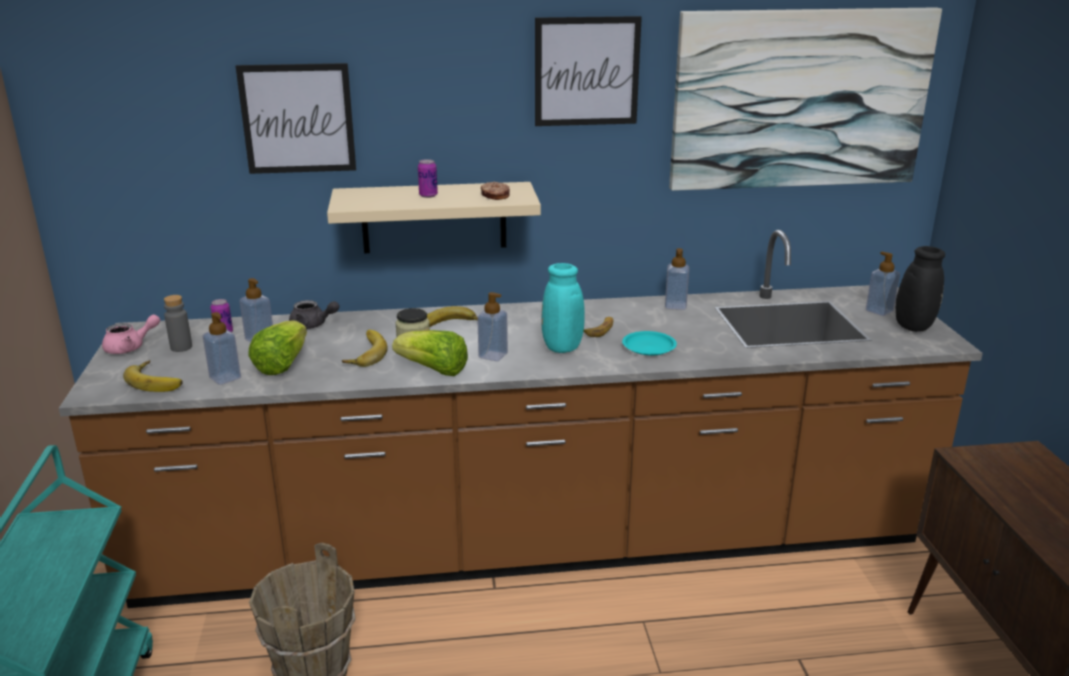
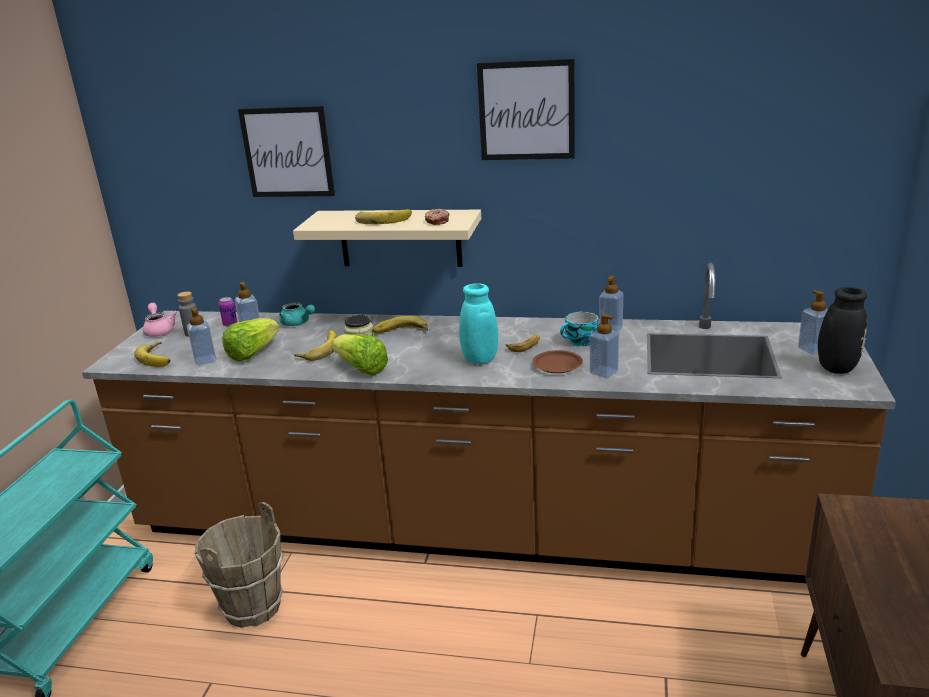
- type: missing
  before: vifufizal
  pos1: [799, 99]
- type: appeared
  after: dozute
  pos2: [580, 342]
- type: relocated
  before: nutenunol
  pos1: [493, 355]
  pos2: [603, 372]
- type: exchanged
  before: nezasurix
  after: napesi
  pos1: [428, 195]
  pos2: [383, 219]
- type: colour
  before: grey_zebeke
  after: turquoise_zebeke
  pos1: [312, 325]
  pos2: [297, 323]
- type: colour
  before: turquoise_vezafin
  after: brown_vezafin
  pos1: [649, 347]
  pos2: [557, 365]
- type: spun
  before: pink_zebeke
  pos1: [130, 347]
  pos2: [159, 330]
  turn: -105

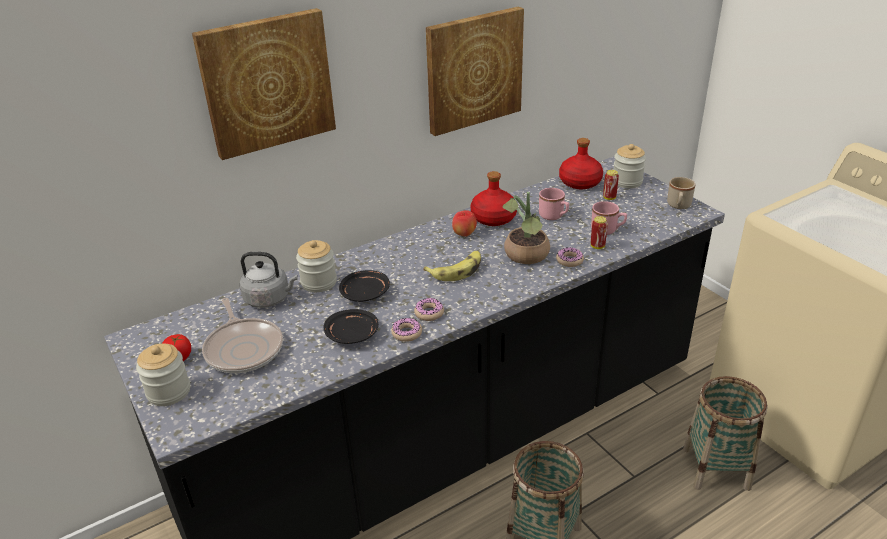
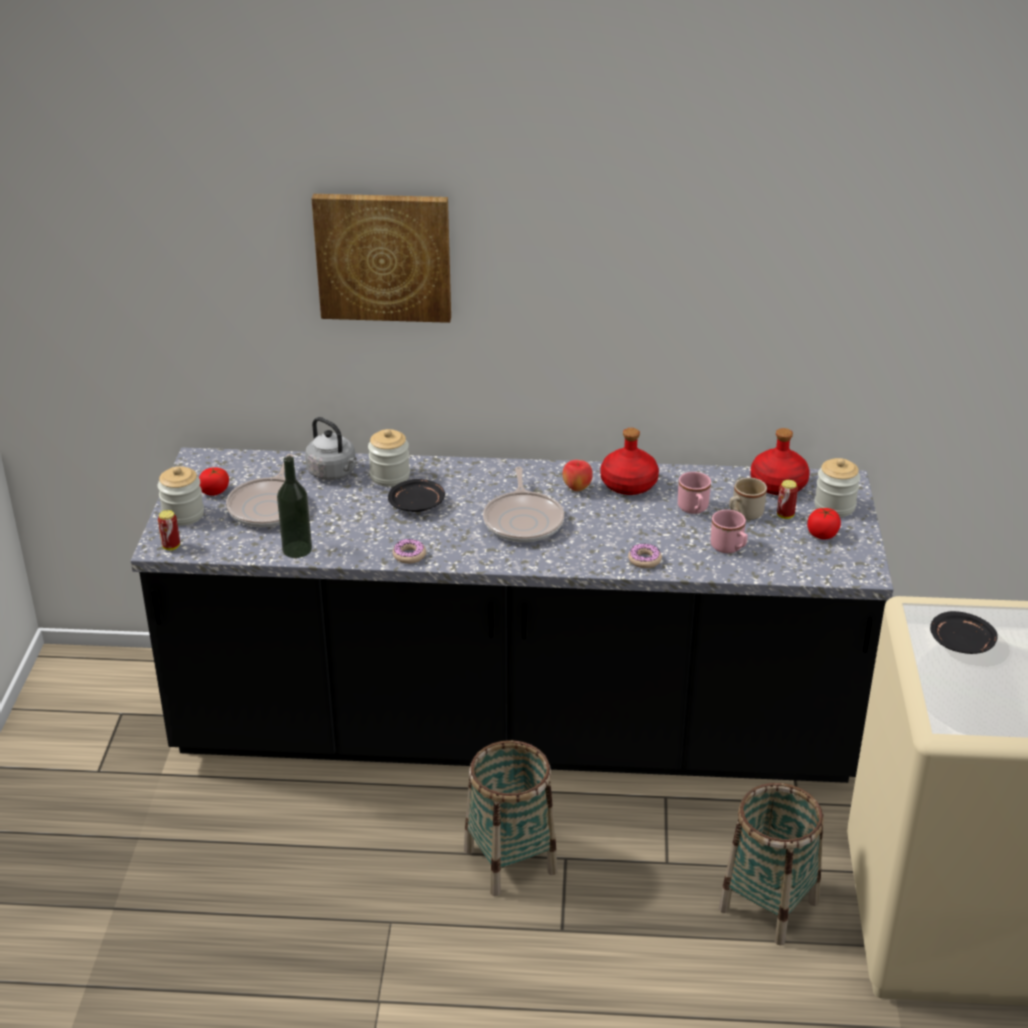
- type: missing
  before: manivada
  pos1: [429, 313]
- type: missing
  before: vifufizal
  pos1: [473, 70]
- type: missing
  before: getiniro
  pos1: [525, 257]
- type: appeared
  after: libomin
  pos2: [297, 549]
- type: appeared
  after: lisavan
  pos2: [822, 534]
- type: relocated
  before: black_vezafin
  pos1: [352, 334]
  pos2: [962, 643]
- type: relocated
  before: nezasurix
  pos1: [597, 246]
  pos2: [171, 546]
- type: relocated
  before: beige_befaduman
  pos1: [678, 206]
  pos2: [744, 514]
- type: exchanged
  before: napesi
  after: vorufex
  pos1: [457, 270]
  pos2: [523, 520]

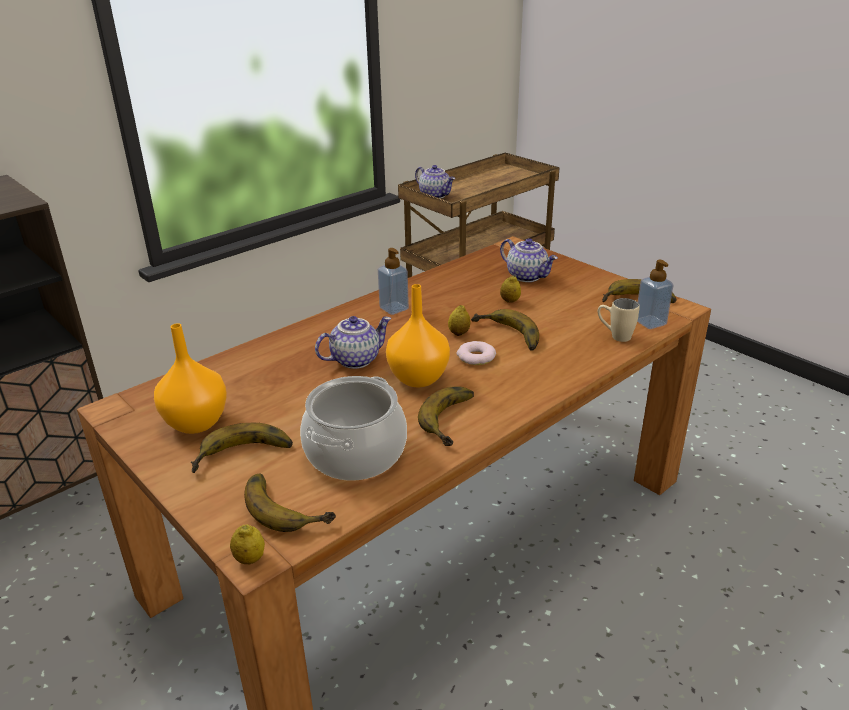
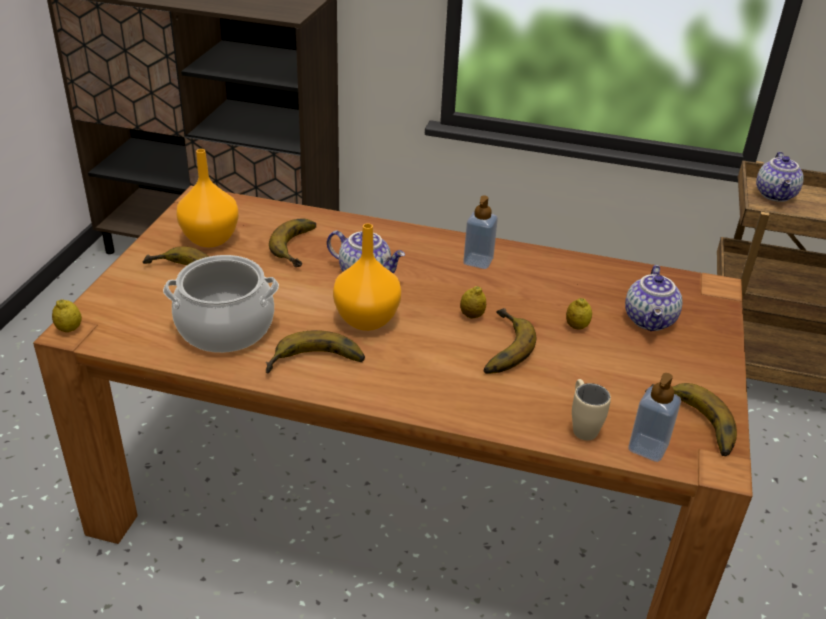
- type: missing
  before: manivada
  pos1: [476, 357]
- type: relocated
  before: napesi
  pos1: [288, 504]
  pos2: [302, 247]

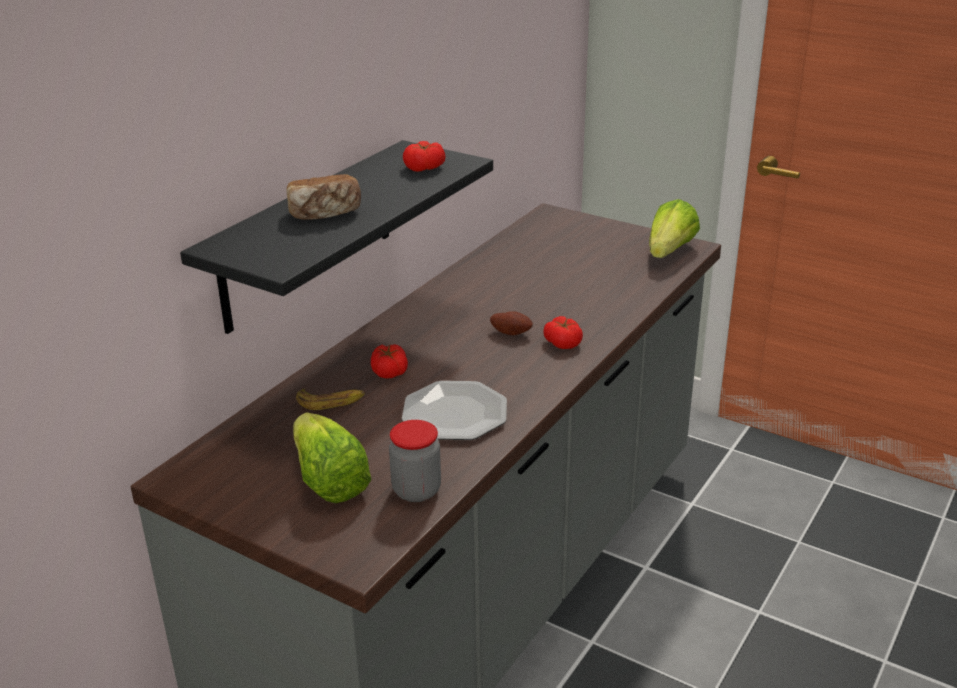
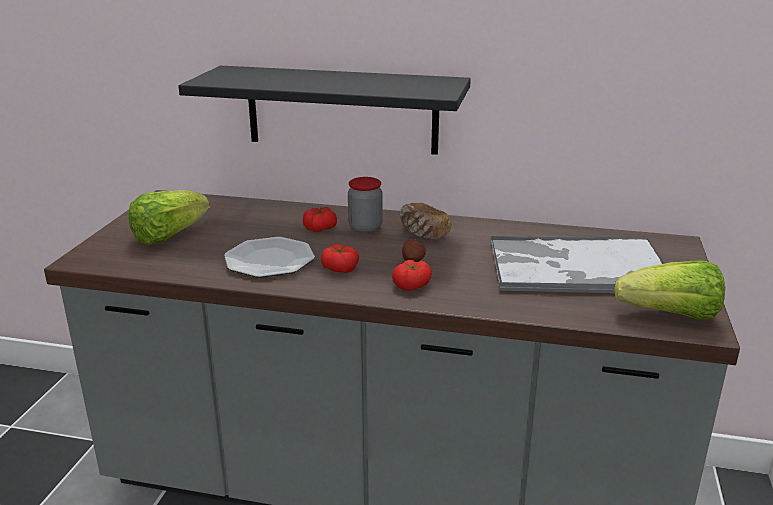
- type: missing
  before: napesi
  pos1: [331, 402]
- type: appeared
  after: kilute
  pos2: [576, 267]
- type: relocated
  before: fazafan
  pos1: [324, 213]
  pos2: [423, 233]
- type: relocated
  before: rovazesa
  pos1: [416, 490]
  pos2: [365, 228]
- type: relocated
  before: lisavan
  pos1: [424, 167]
  pos2: [340, 268]

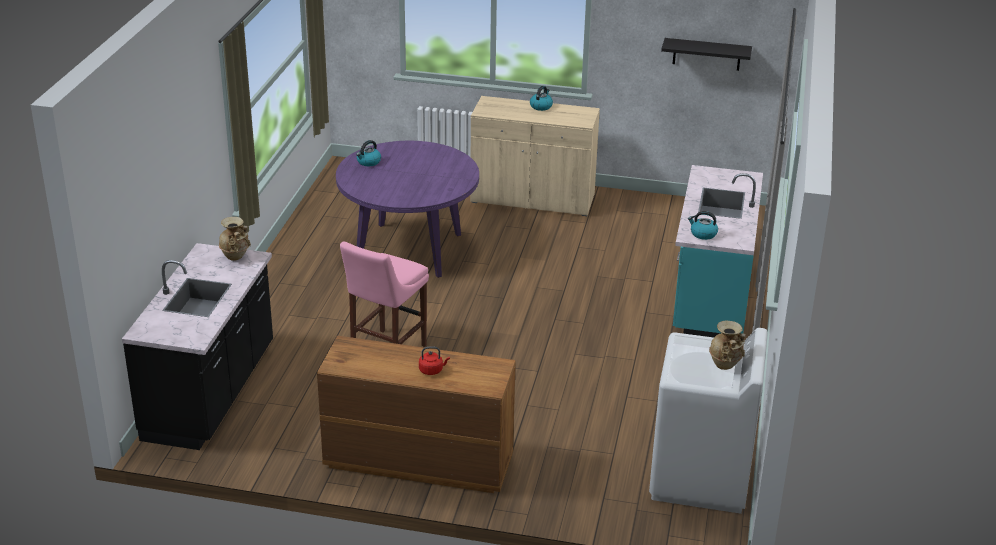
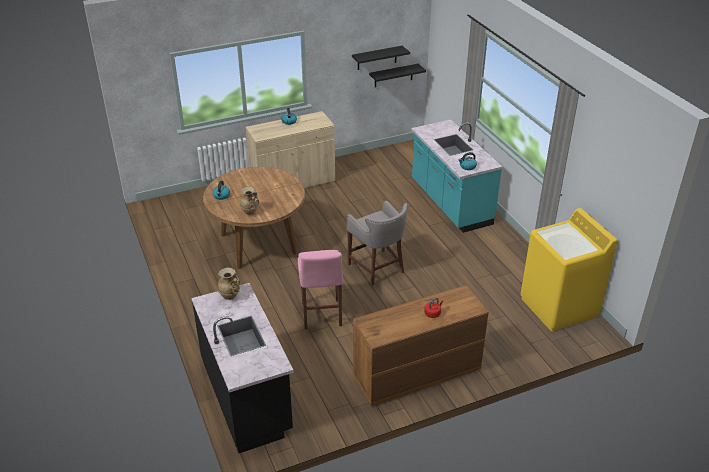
- type: appeared
  after: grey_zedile
  pos2: [377, 268]
- type: appeared
  after: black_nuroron
  pos2: [393, 75]
- type: relocated
  before: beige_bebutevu
  pos1: [726, 365]
  pos2: [250, 211]
- type: colour
  before: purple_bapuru
  after: brown_bapuru
  pos1: [409, 250]
  pos2: [258, 244]
- type: colour
  before: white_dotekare
  after: yellow_dotekare
  pos1: [700, 478]
  pos2: [559, 307]

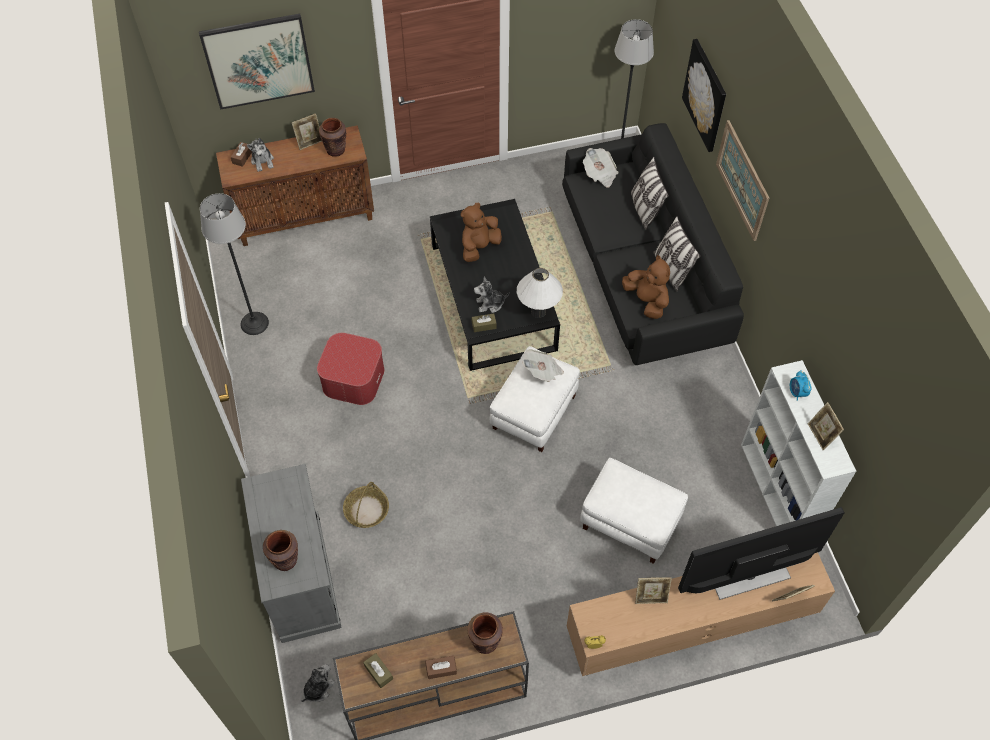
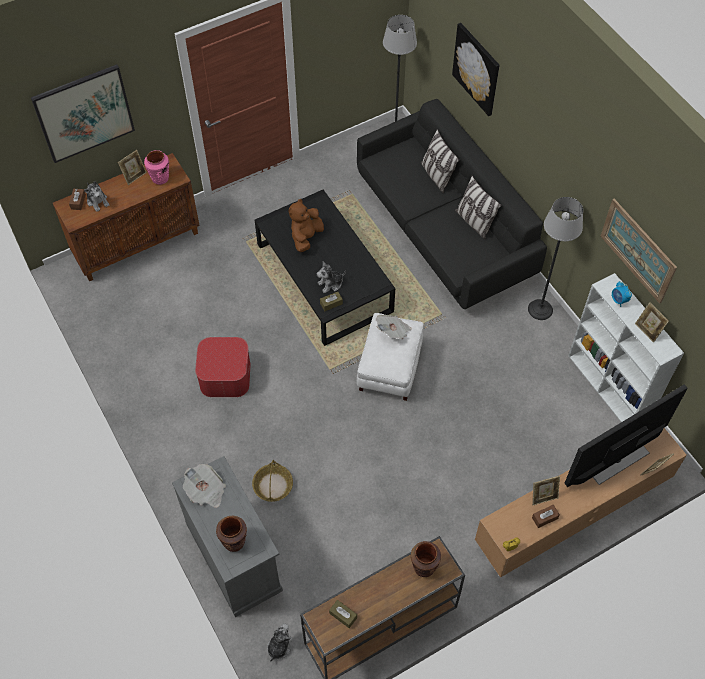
- type: missing
  before: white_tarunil
  pos1: [538, 311]
- type: missing
  before: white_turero
  pos1: [631, 521]
- type: missing
  before: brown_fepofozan
  pos1: [646, 300]
- type: relocated
  before: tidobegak
  pos1: [254, 323]
  pos2: [540, 309]
- type: relocated
  before: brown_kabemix
  pos1: [441, 669]
  pos2: [544, 518]
- type: relocated
  before: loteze
  pos1: [600, 174]
  pos2: [206, 491]
- type: relocated
  before: vifufizal
  pos1: [742, 180]
  pos2: [638, 250]
- type: colour
  before: brown_bebutevu
  after: pink_bebutevu
  pos1: [335, 150]
  pos2: [160, 178]

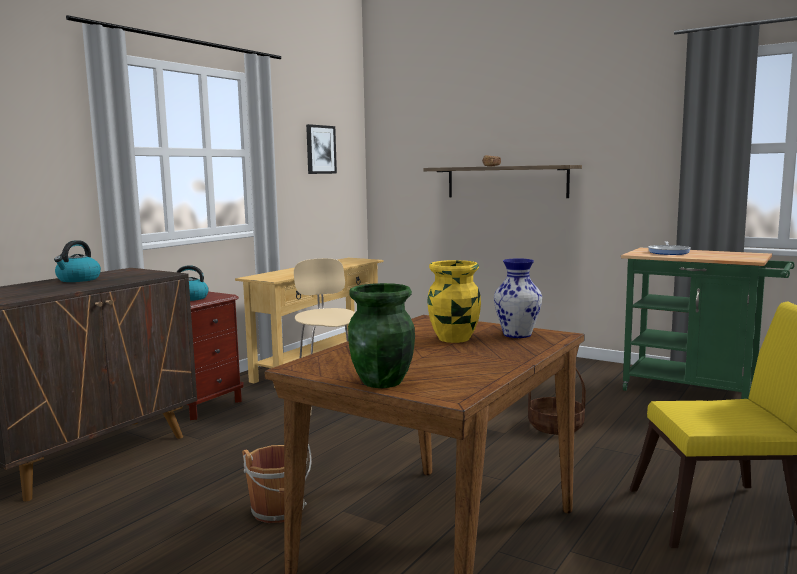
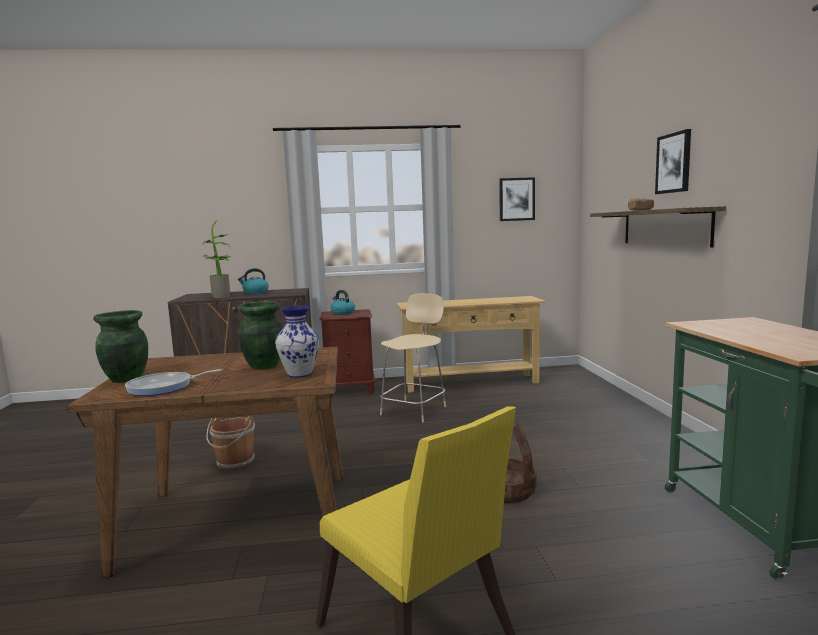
- type: appeared
  after: getiniro
  pos2: [222, 297]
- type: appeared
  after: vifufizal
  pos2: [674, 163]
- type: relocated
  before: vorufex
  pos1: [669, 252]
  pos2: [164, 387]
- type: colour
  before: yellow_bebutevu
  after: green_bebutevu
  pos1: [454, 339]
  pos2: [263, 366]

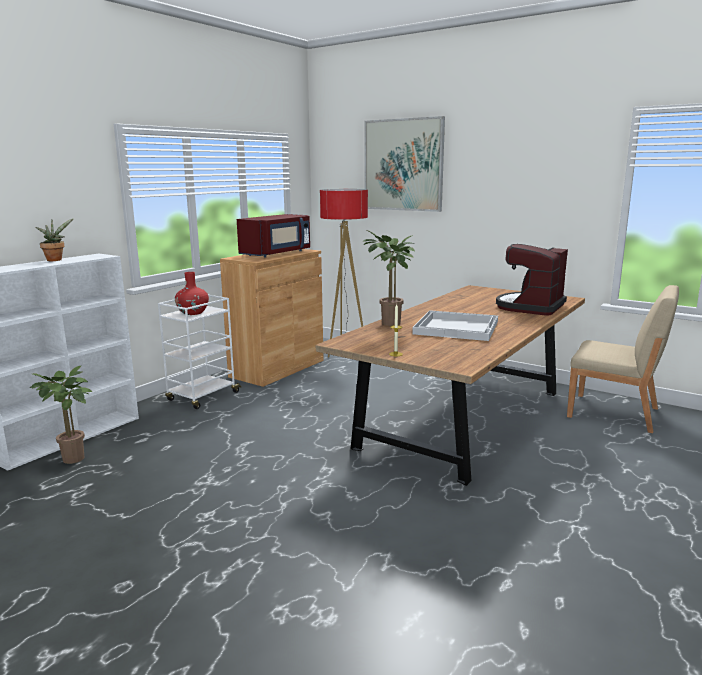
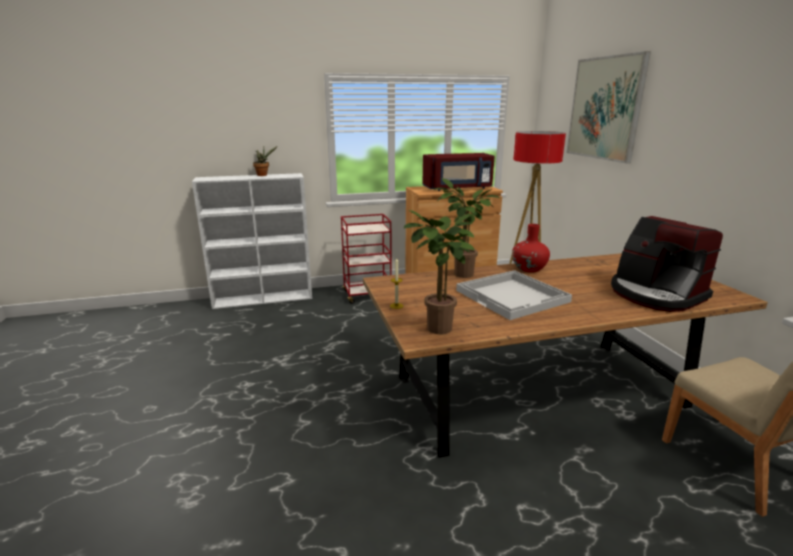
- type: relocated
  before: getiniro
  pos1: [74, 460]
  pos2: [439, 330]
- type: relocated
  before: red_bebutevu
  pos1: [193, 313]
  pos2: [529, 269]
- type: colour
  before: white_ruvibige
  after: red_ruvibige
  pos1: [202, 397]
  pos2: [368, 295]
- type: spun
  before: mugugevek
  pos1: [530, 307]
  pos2: [655, 294]
  turn: -105

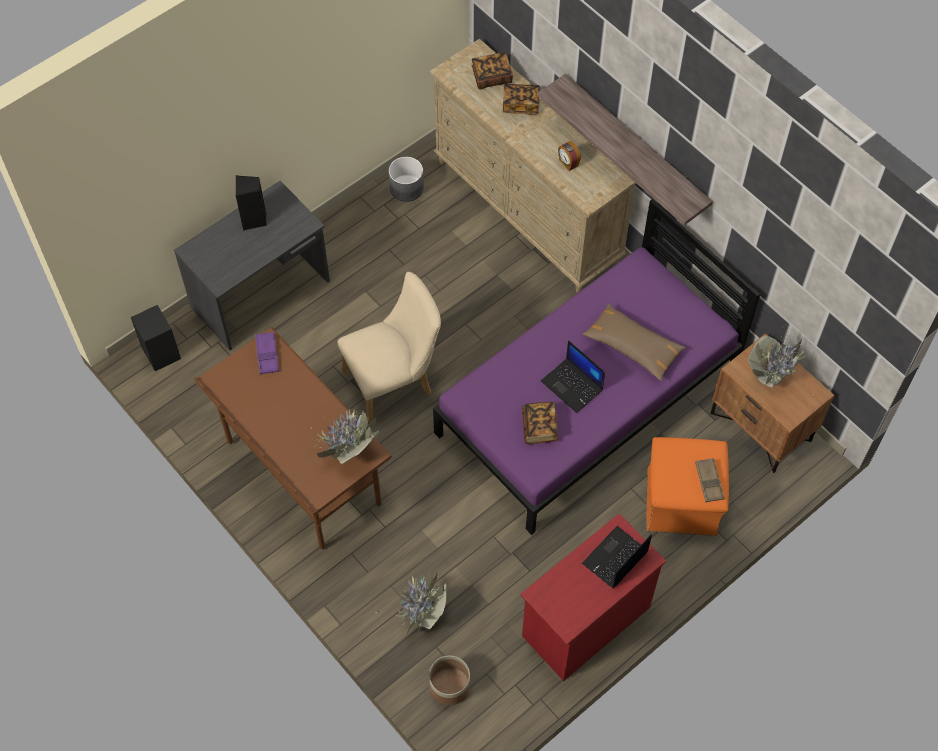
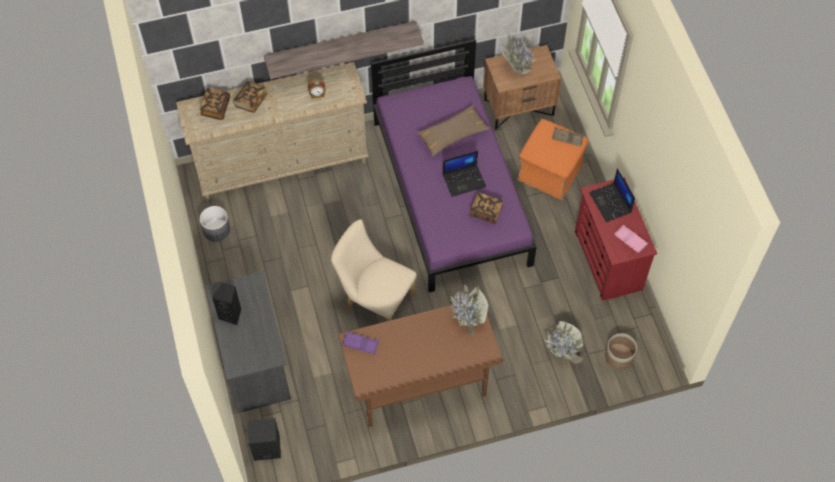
- type: appeared
  after: pink_kilute
  pos2: [630, 240]
- type: spun
  before: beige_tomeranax
  pos1: [394, 381]
  pos2: [375, 301]
  turn: -60

